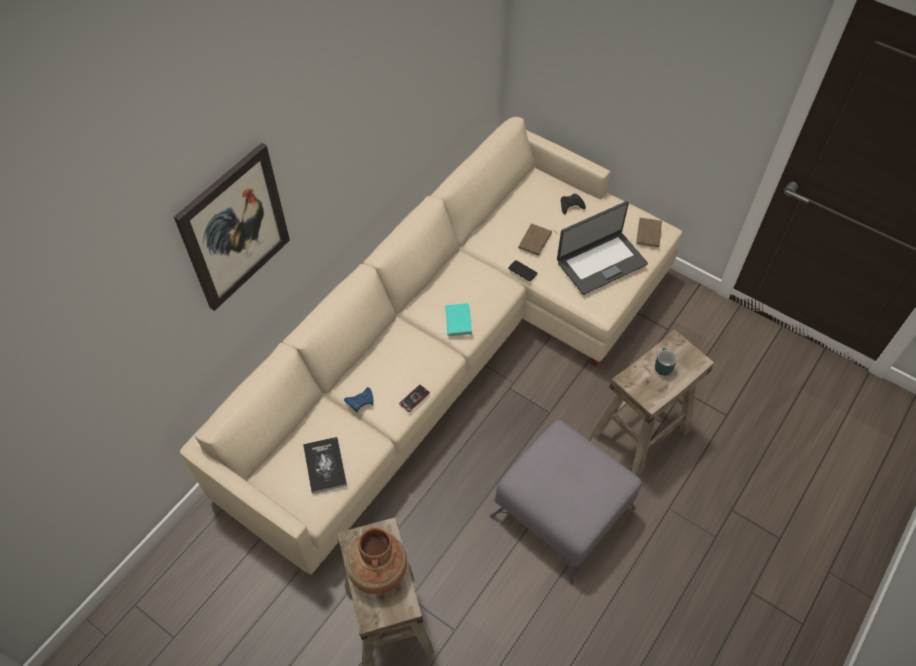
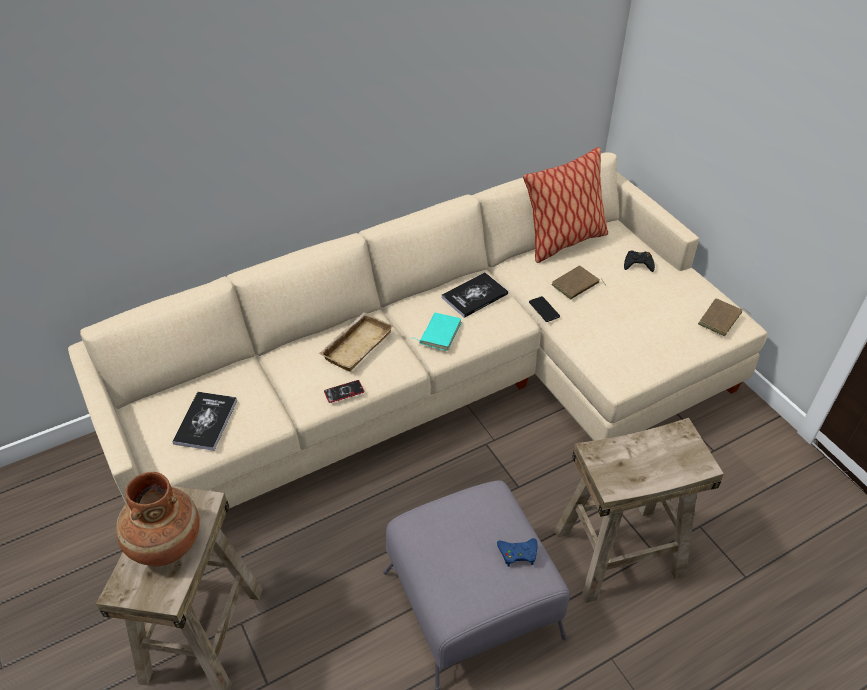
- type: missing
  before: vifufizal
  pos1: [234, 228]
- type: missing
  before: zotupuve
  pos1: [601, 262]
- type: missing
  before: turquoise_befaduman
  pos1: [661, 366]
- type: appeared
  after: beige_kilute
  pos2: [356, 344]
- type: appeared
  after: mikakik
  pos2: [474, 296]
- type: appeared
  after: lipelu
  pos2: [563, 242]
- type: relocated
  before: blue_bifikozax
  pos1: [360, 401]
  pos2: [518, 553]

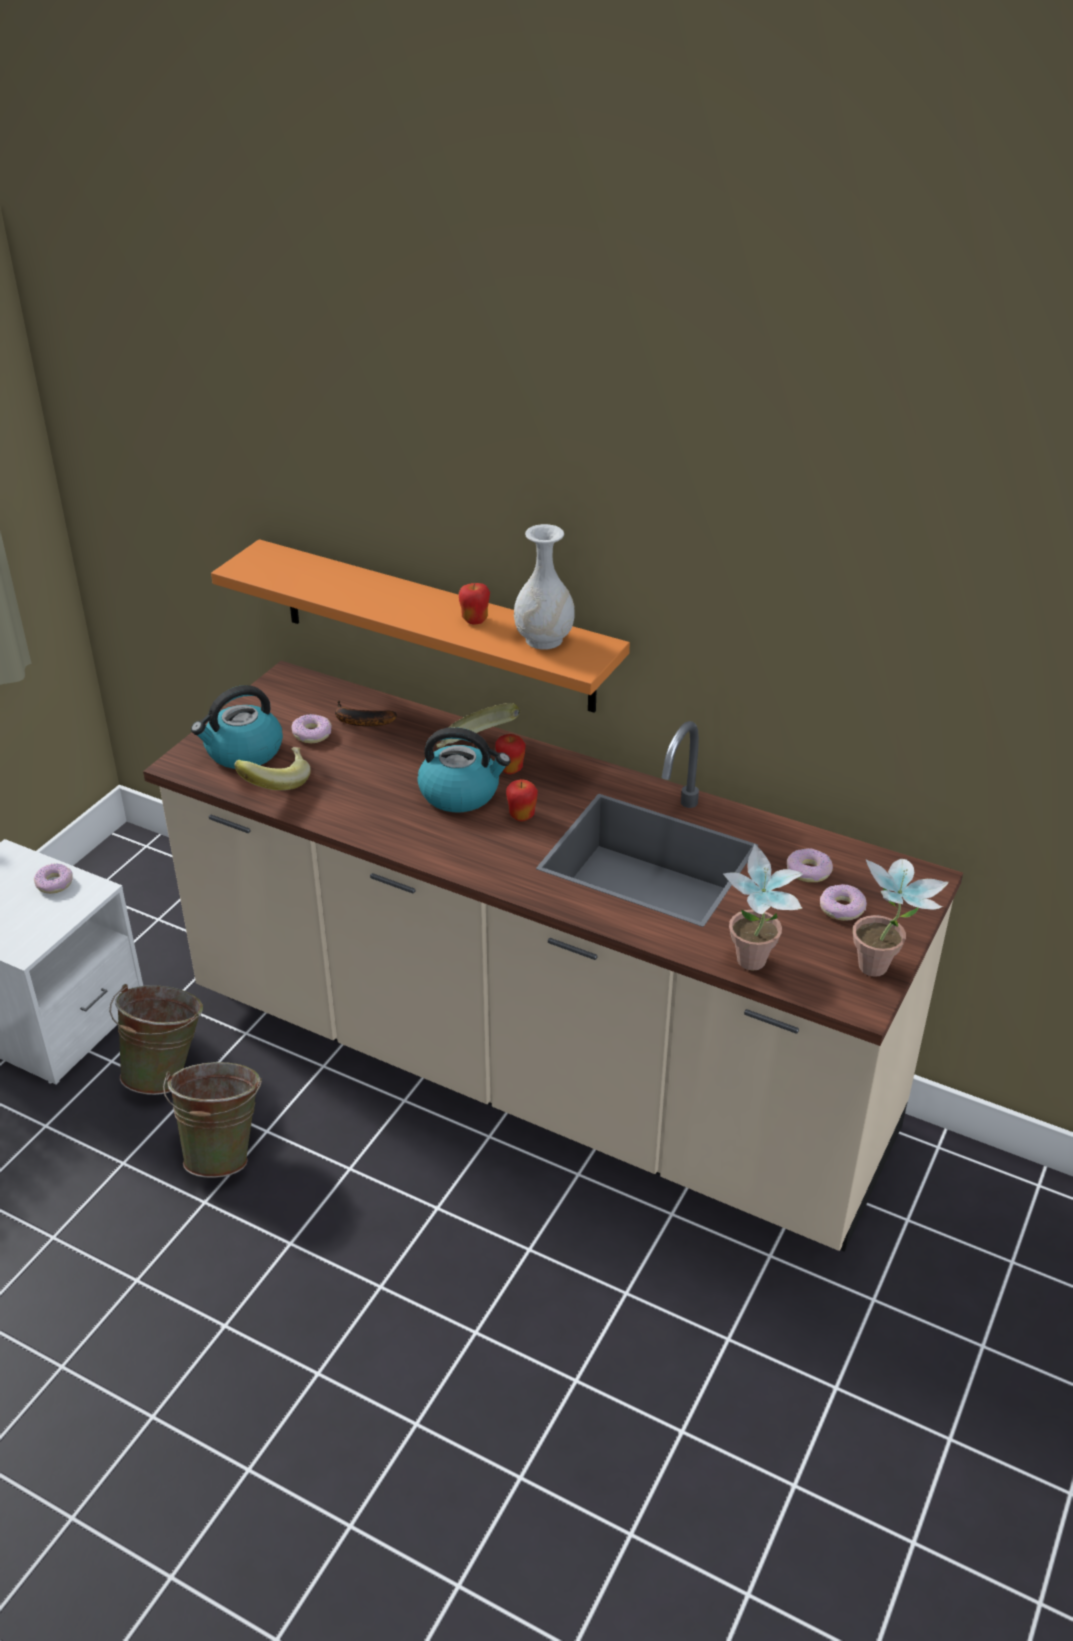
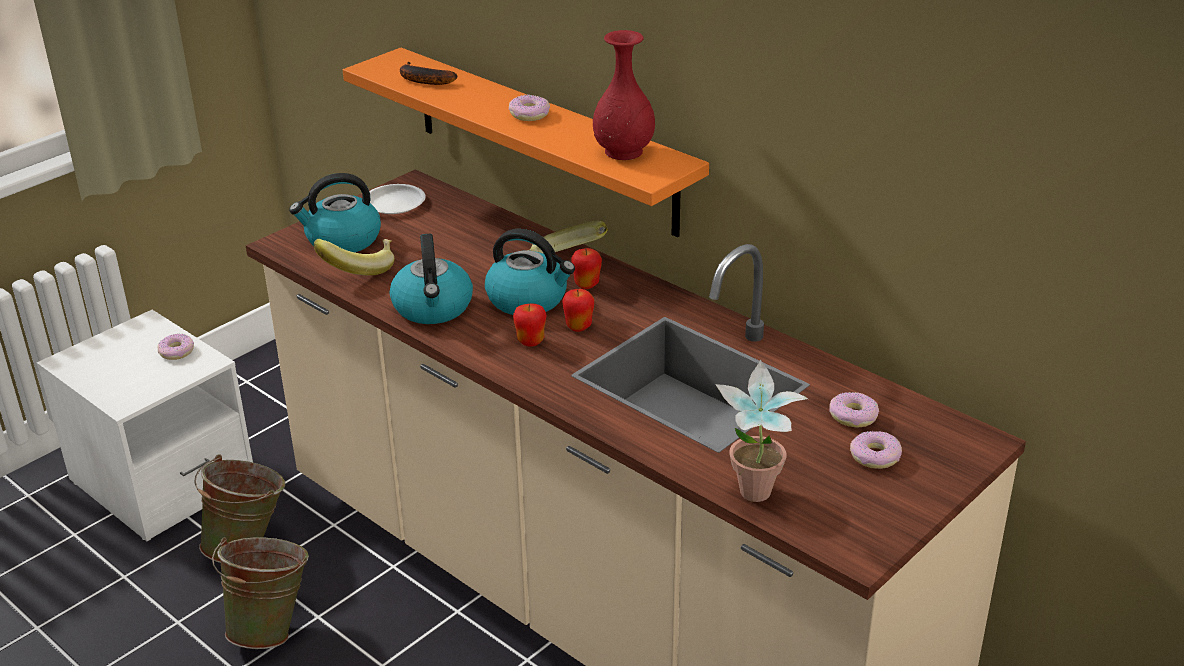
- type: missing
  before: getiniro
  pos1: [884, 970]
- type: appeared
  after: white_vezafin
  pos2: [395, 203]
- type: appeared
  after: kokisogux
  pos2: [433, 308]
- type: relocated
  before: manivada
  pos1: [312, 734]
  pos2: [529, 114]
- type: relocated
  before: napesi
  pos1: [359, 721]
  pos2: [421, 80]
- type: relocated
  before: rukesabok
  pos1: [475, 620]
  pos2: [530, 341]
- type: colour
  before: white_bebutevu
  after: red_bebutevu
  pos1: [544, 640]
  pos2: [624, 152]

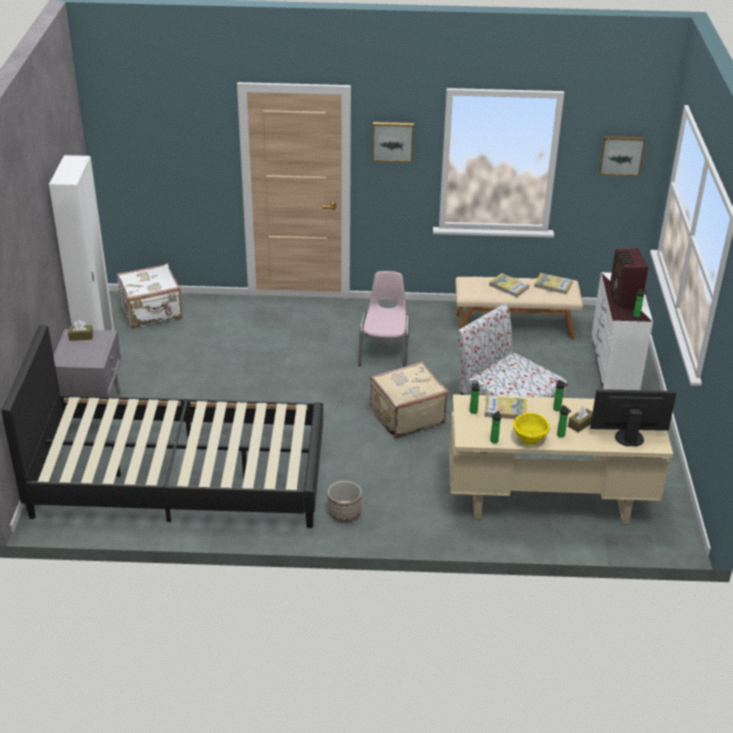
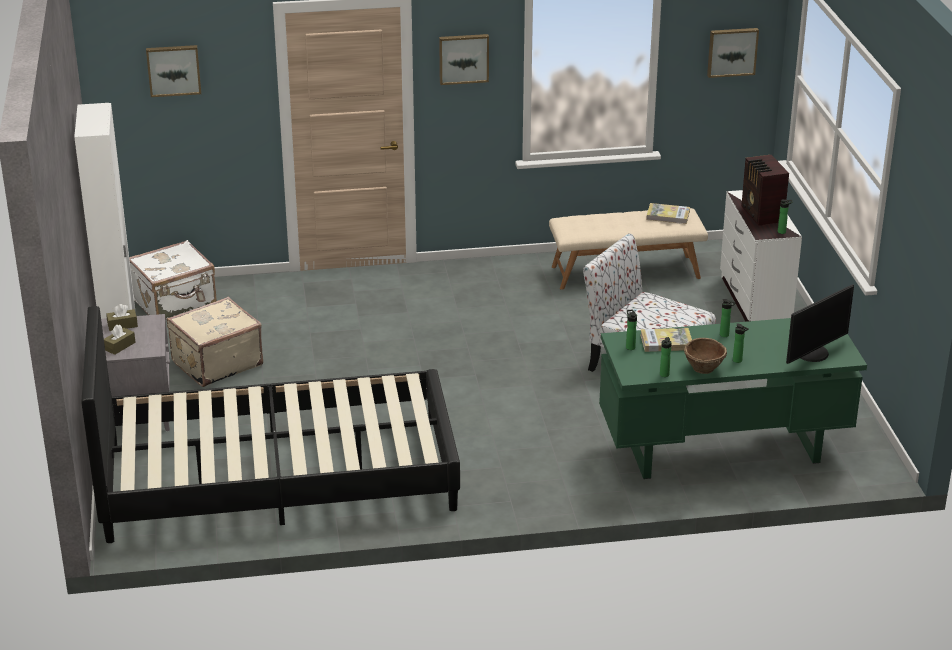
- type: missing
  before: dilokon
  pos1: [344, 512]
- type: missing
  before: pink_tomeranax
  pos1: [385, 351]
- type: missing
  before: mikakik
  pos1: [509, 287]
- type: appeared
  after: vifufizal
  pos2: [173, 70]
- type: relocated
  before: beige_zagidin
  pos1: [406, 416]
  pos2: [216, 363]
- type: relocated
  before: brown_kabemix
  pos1: [580, 424]
  pos2: [119, 346]
- type: colour
  before: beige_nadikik
  after: green_nadikik
  pos1: [548, 503]
  pos2: [722, 452]
- type: colour
  before: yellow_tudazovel
  after: brown_tudazovel
  pos1: [530, 439]
  pos2: [704, 369]
- type: spun
  before: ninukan
  pos1: [629, 437]
  pos2: [813, 354]
  turn: 150

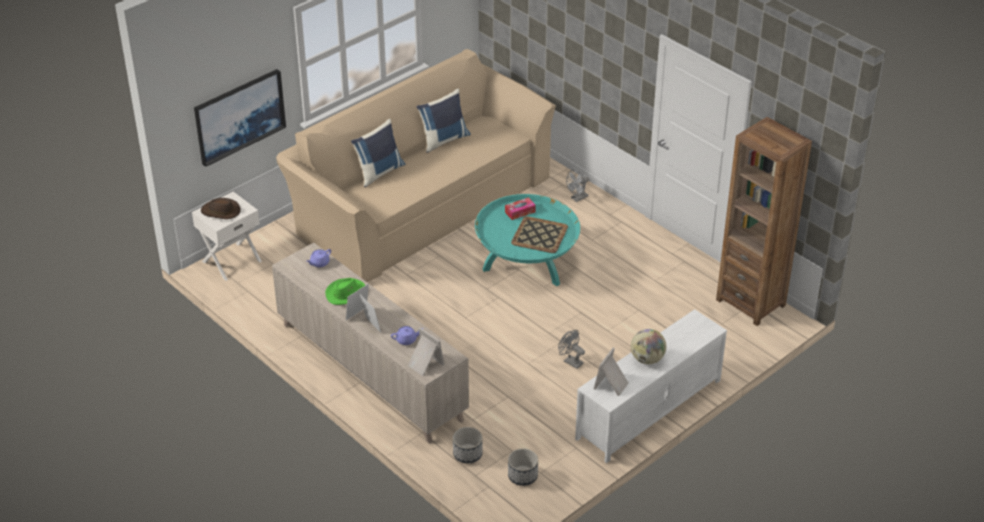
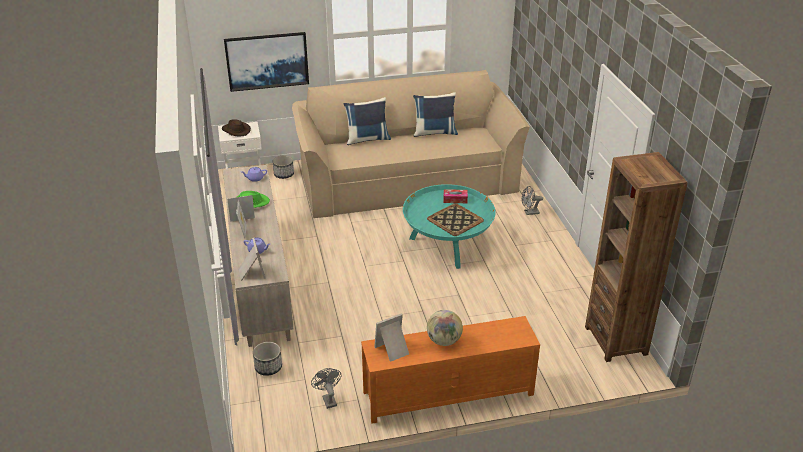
- type: relocated
  before: dilokon
  pos1: [523, 476]
  pos2: [284, 174]
- type: relocated
  before: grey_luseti
  pos1: [570, 361]
  pos2: [328, 399]
- type: colour
  before: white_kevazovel
  after: orange_kevazovel
  pos1: [648, 409]
  pos2: [447, 393]

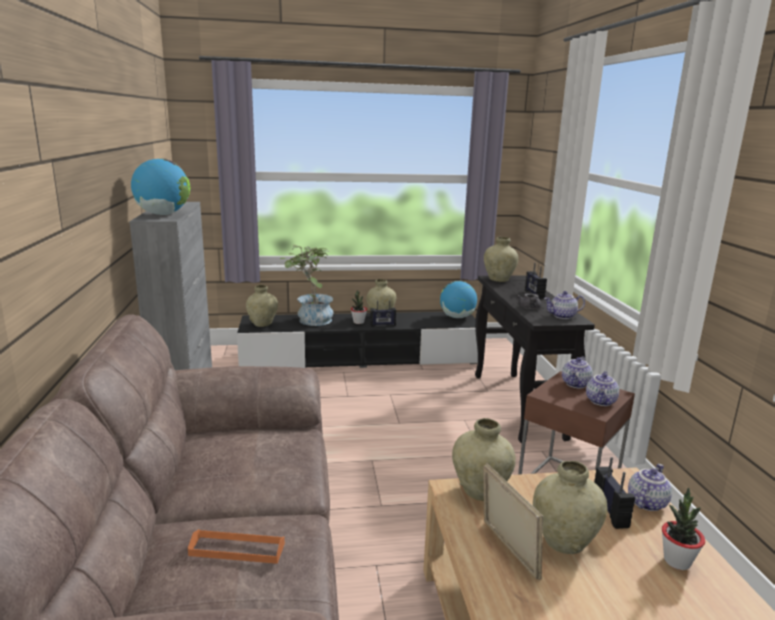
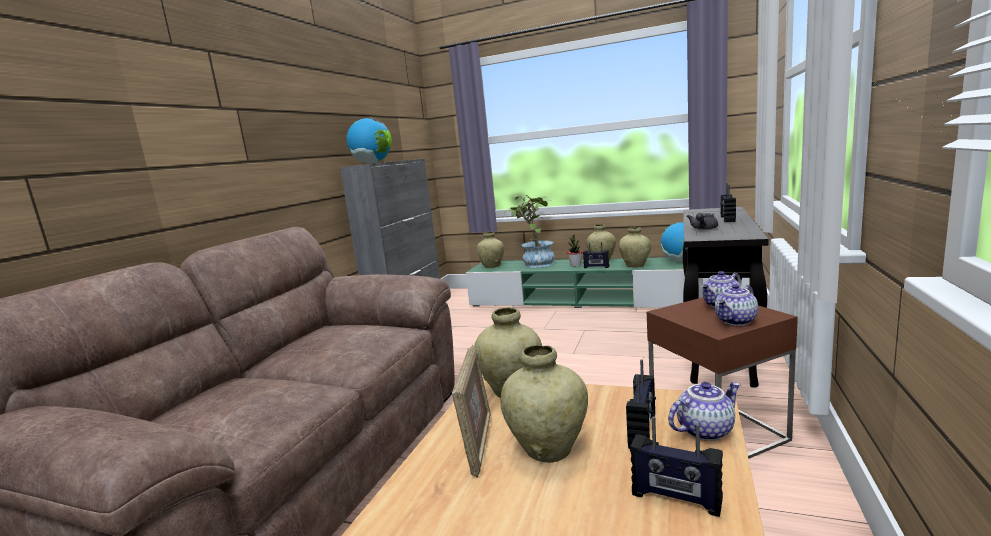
- type: missing
  before: orange_kilute
  pos1: [237, 549]
- type: missing
  before: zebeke
  pos1: [562, 316]
- type: relocated
  before: beige_bebutevu
  pos1: [499, 280]
  pos2: [635, 266]
- type: exchanged
  before: getiniro
  after: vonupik
  pos1: [676, 561]
  pos2: [676, 499]
- type: colour
  before: black_kevazovel
  after: green_kevazovel
  pos1: [361, 358]
  pos2: [582, 301]

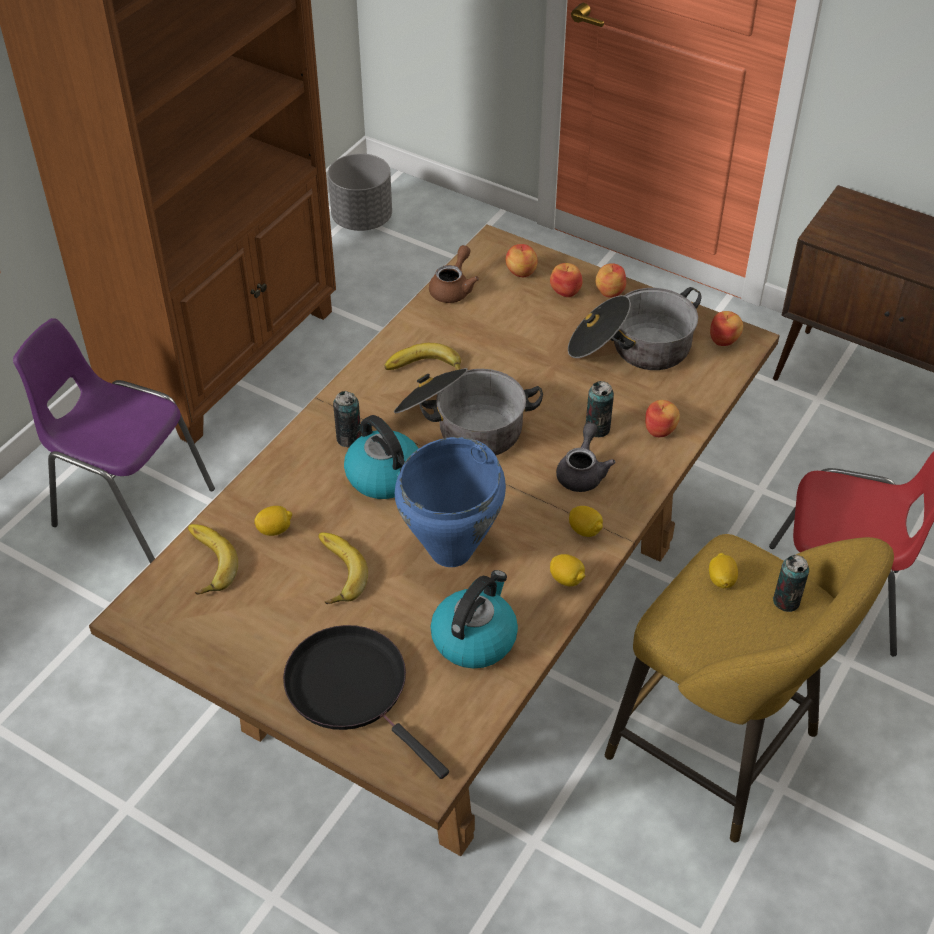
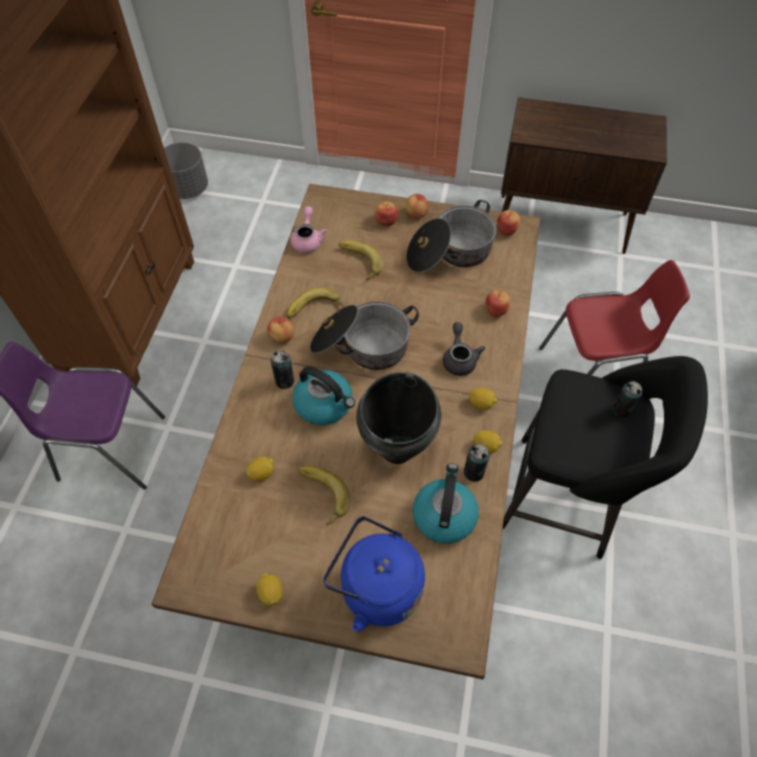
- type: relocated
  before: napesi
  pos1: [204, 563]
  pos2: [358, 262]
- type: relocated
  before: rukesabok
  pos1: [520, 272]
  pos2: [282, 337]
- type: relocated
  before: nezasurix
  pos1: [597, 428]
  pos2: [473, 472]
- type: relocated
  before: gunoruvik
  pos1: [721, 580]
  pos2: [271, 593]
- type: exchanged
  before: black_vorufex
  after: blue_kokisogux
  pos1: [352, 689]
  pos2: [376, 588]
- type: colour
  before: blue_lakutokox
  after: black_lakutokox
  pos1: [452, 551]
  pos2: [398, 449]
- type: colour
  before: brown_zebeke
  after: pink_zebeke
  pos1: [453, 288]
  pos2: [308, 240]
- type: colour
  before: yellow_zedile
  after: black_zedile
  pos1: [722, 752]
  pos2: [568, 499]

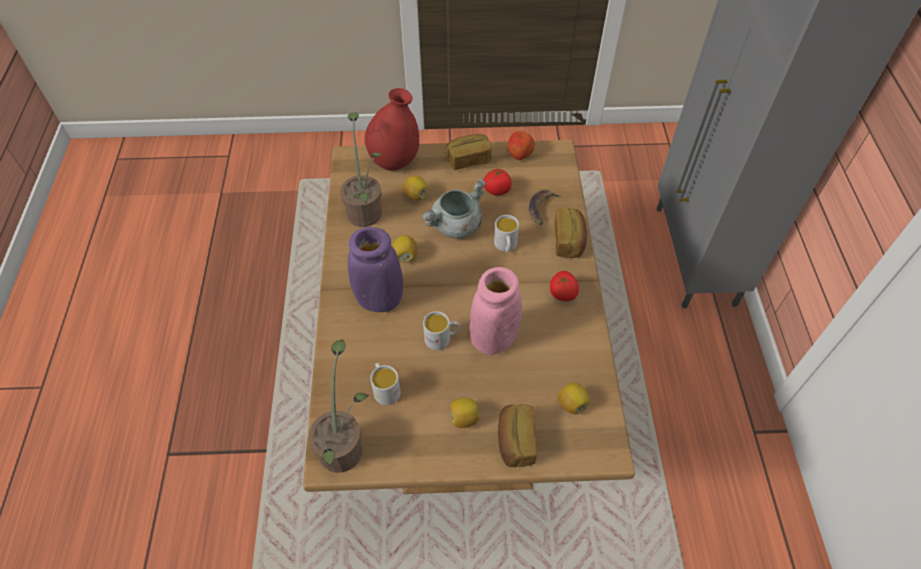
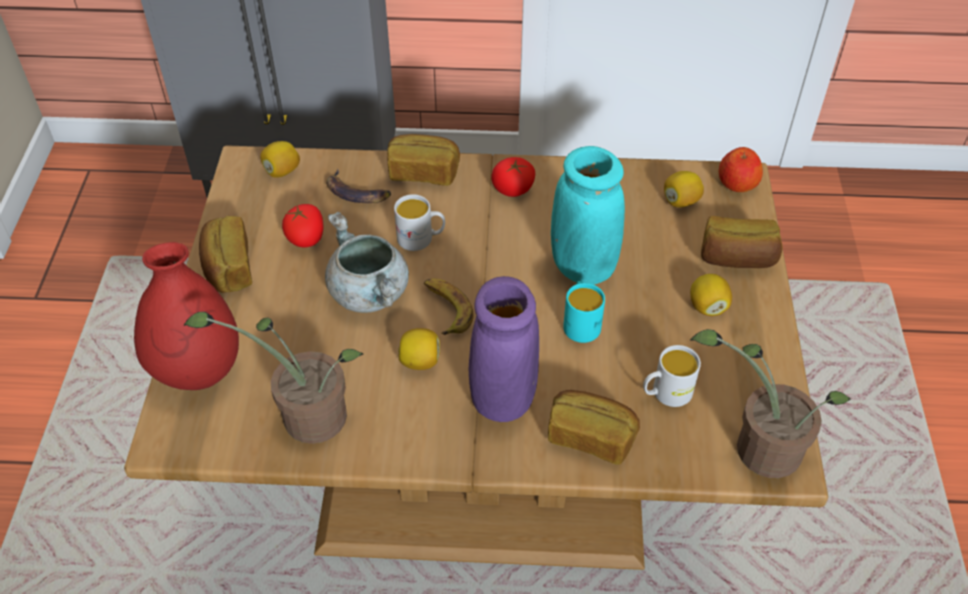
- type: appeared
  after: napesi
  pos2: [446, 309]
- type: appeared
  after: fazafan
  pos2: [591, 436]
- type: relocated
  before: gunoruvik
  pos1: [416, 195]
  pos2: [282, 171]
- type: relocated
  before: rukesabok
  pos1: [519, 153]
  pos2: [737, 183]
- type: colour
  before: white_befaduman
  after: turquoise_befaduman
  pos1: [442, 338]
  pos2: [580, 322]
- type: colour
  before: pink_bebutevu
  after: turquoise_bebutevu
  pos1: [493, 338]
  pos2: [582, 266]

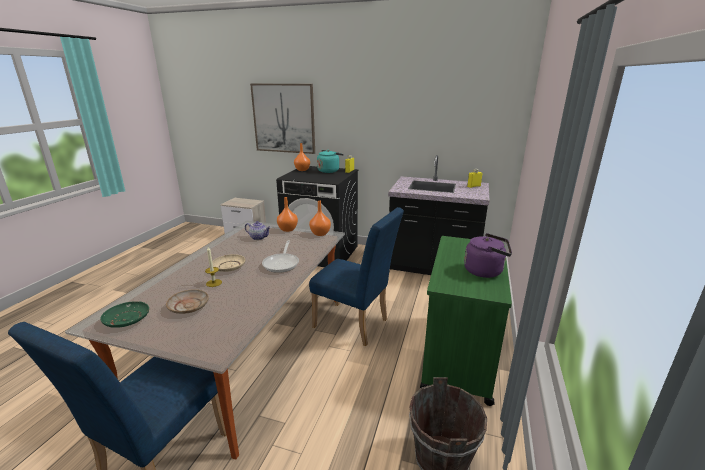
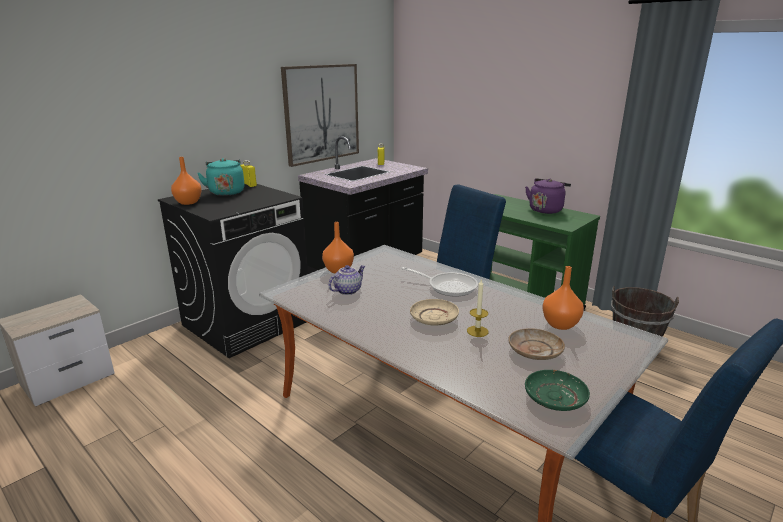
- type: relocated
  before: vifufizal
  pos1: [284, 118]
  pos2: [321, 113]
- type: relocated
  before: orange_bebutevu
  pos1: [320, 233]
  pos2: [559, 324]

